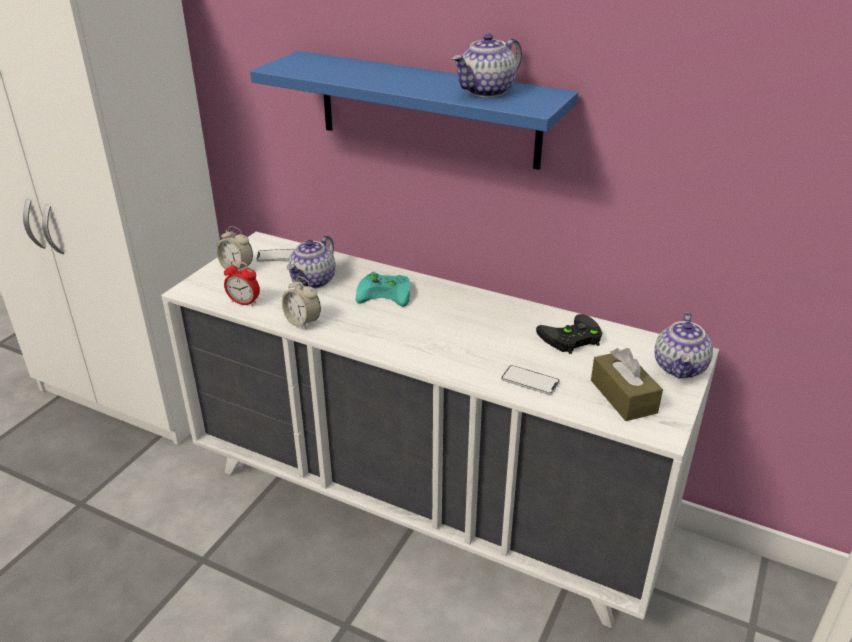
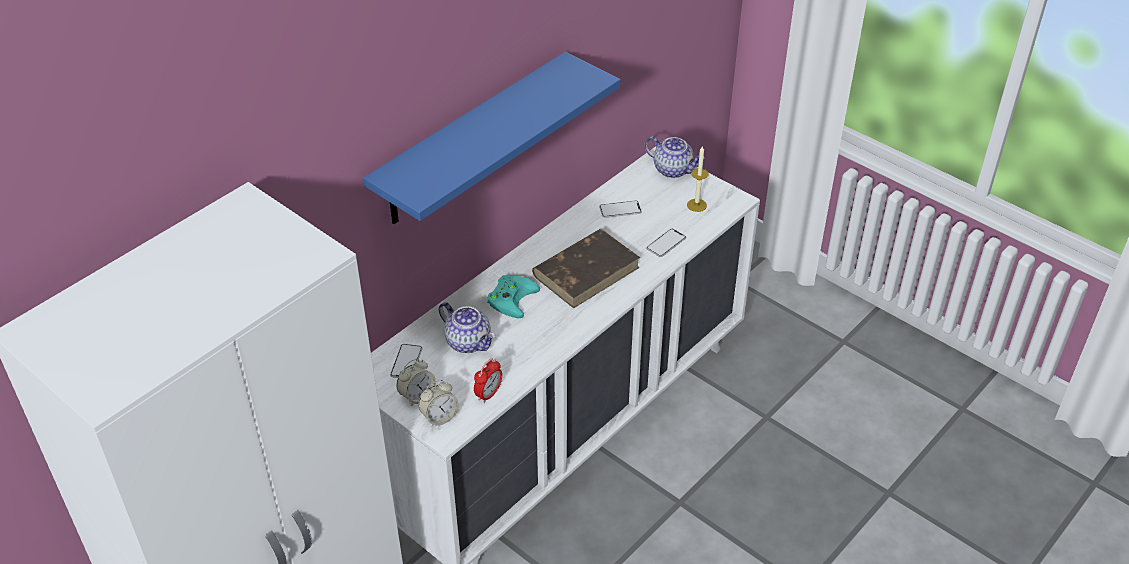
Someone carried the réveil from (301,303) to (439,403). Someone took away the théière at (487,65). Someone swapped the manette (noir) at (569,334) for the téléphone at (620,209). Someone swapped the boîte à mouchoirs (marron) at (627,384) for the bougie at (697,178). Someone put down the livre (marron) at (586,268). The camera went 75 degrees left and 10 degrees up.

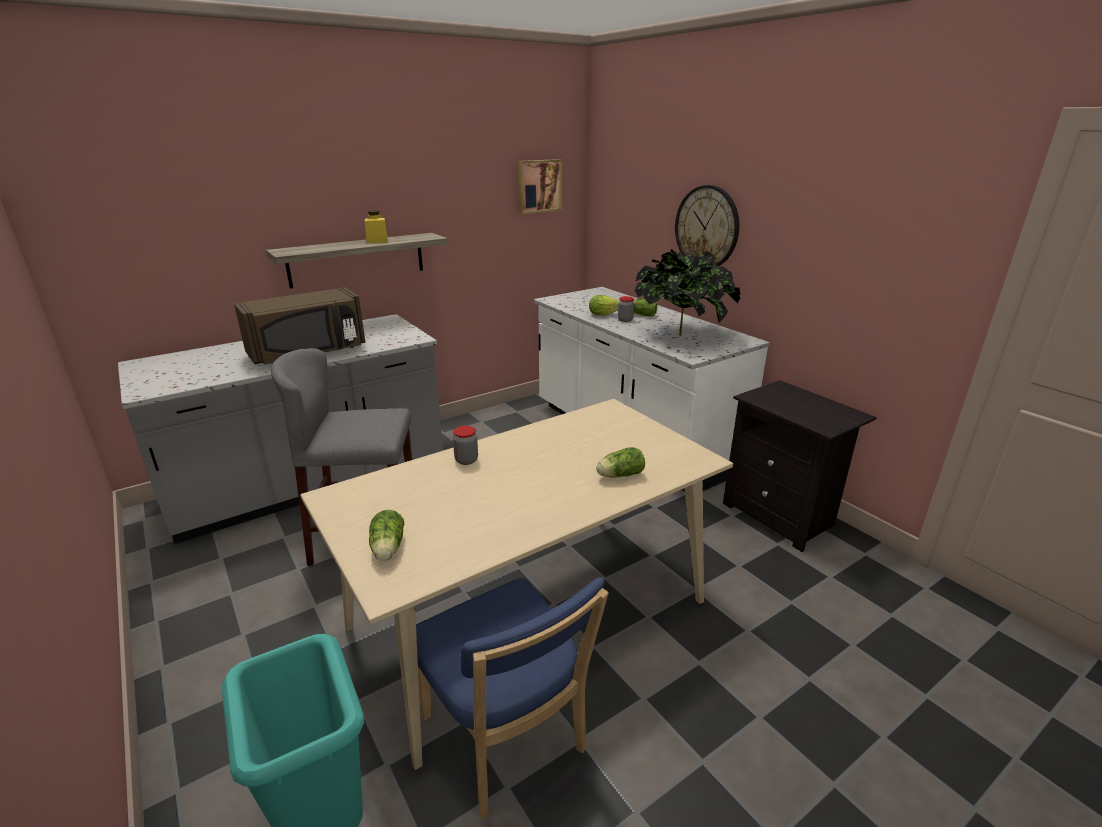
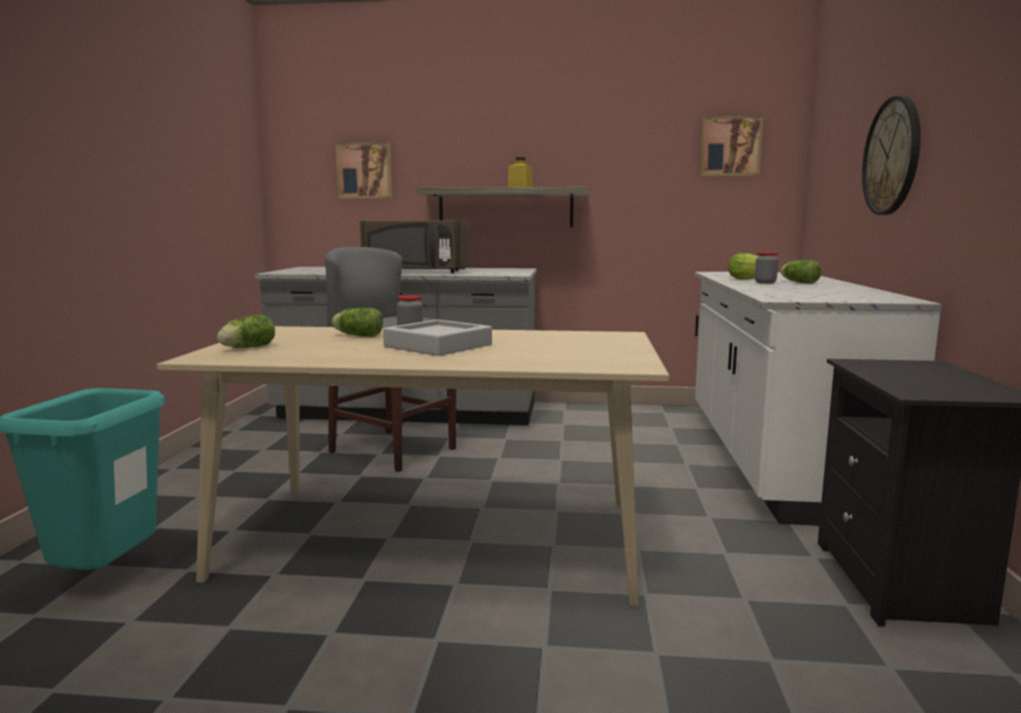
Someone took away the chaise (bleu) at (512,697). Someone carried the laitue from (620,462) to (357,322). Someone took away the plante en pot at (688,292). Someone put up the tableau at (363,170). Someone put down the plateau (gris) at (437,337). The camera went 40 degrees right and 15 degrees down.

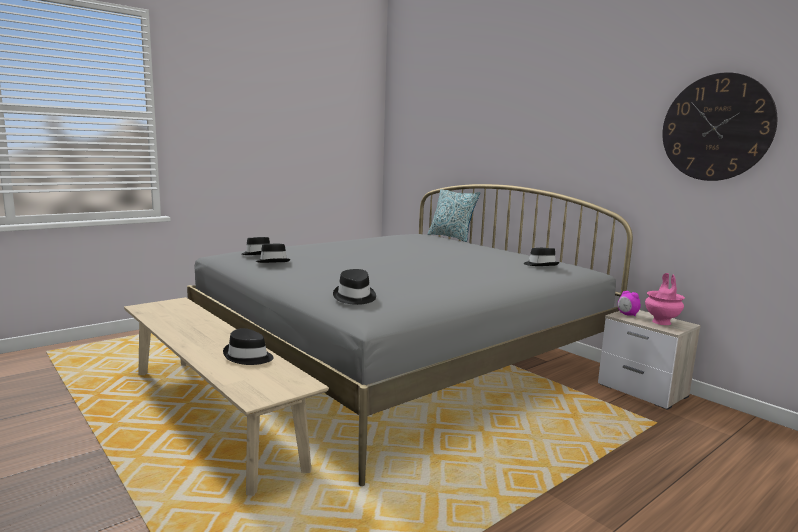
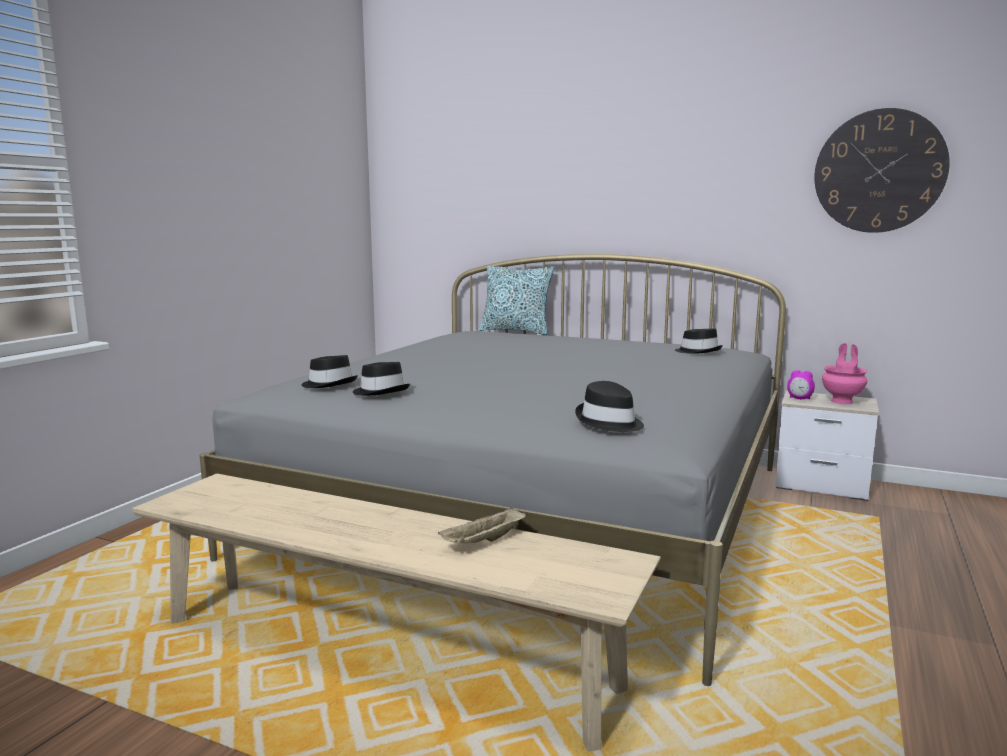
Someone swapped the chapeau (noir) at (248,346) for the plateau (beige) at (482,525). The camera went 25 degrees left and 0 degrees up.

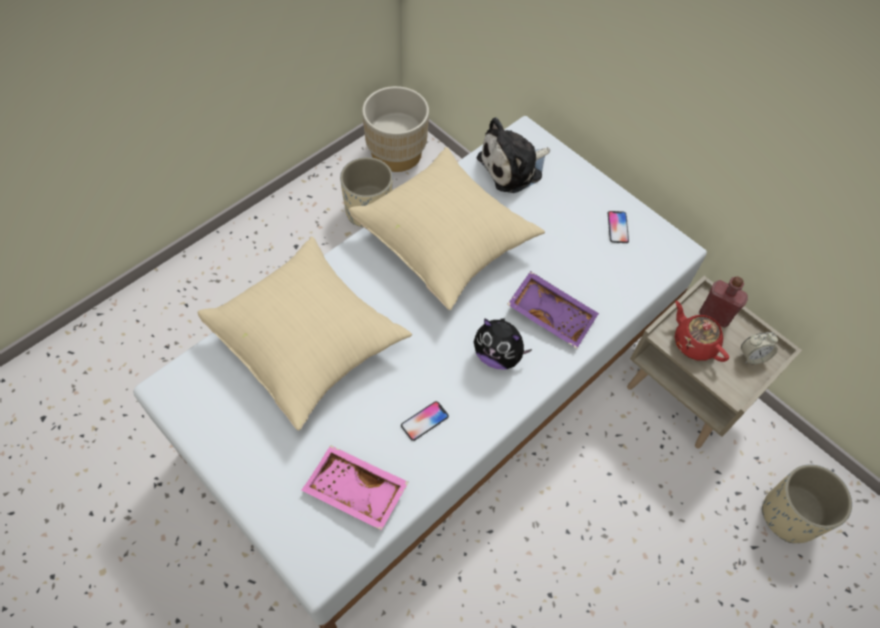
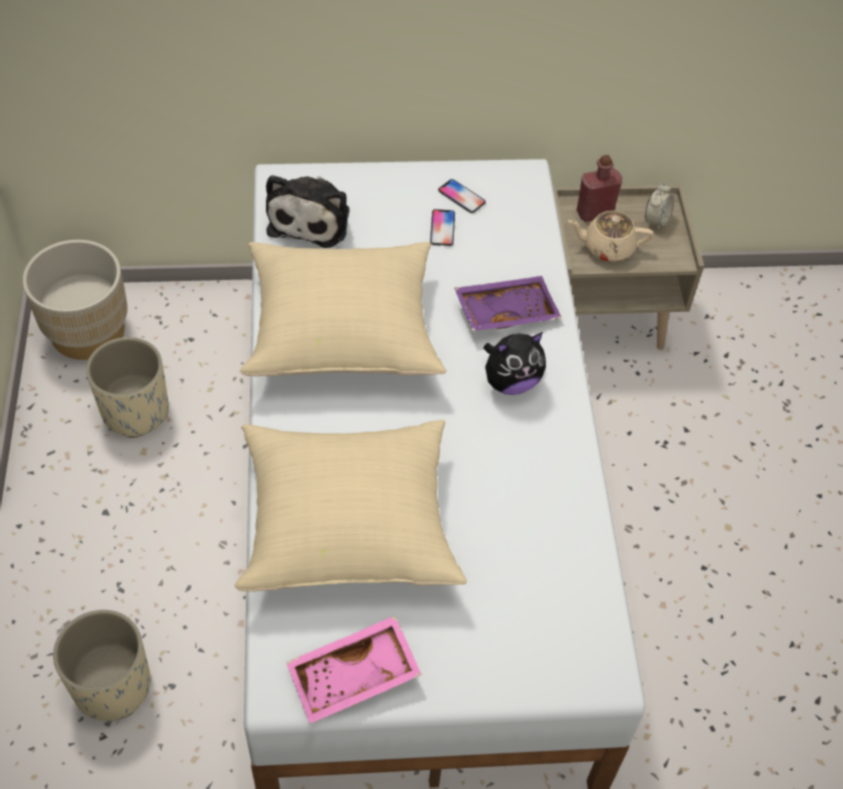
Someone carried the plateau (rose) from (355,488) to (354,669). Someone carried the téléphone from (425,421) to (442,227). Someone repainted the théière (rouge) at (702,331), which became the théière (beige) at (610,236). Someone carried the cache-pot (beige) from (807,503) to (102,665). The camera went 50 degrees left and 5 degrees down.

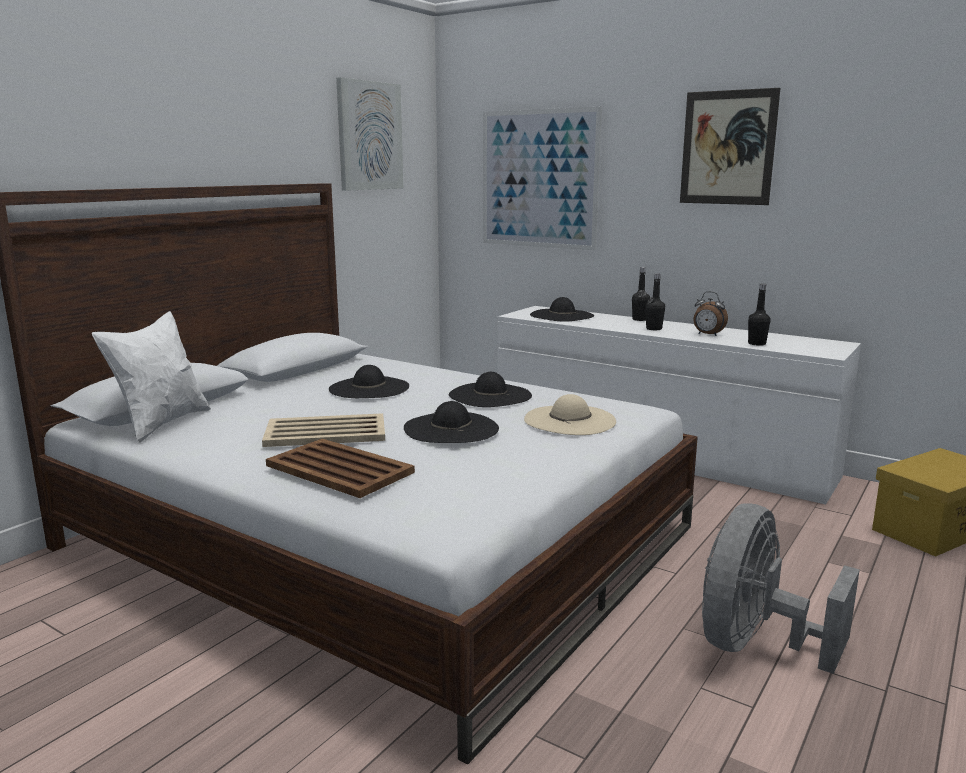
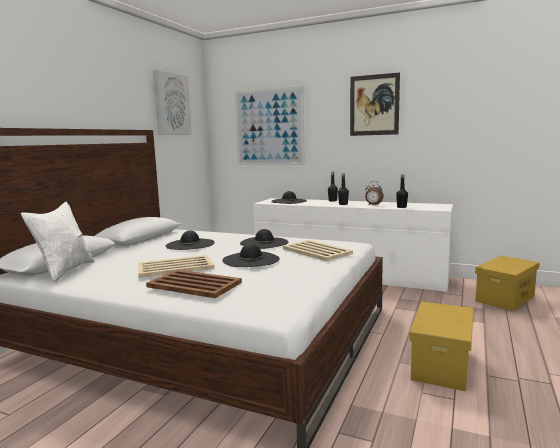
Someone swapped the chapeau (beige) at (570,414) for the plateau (beige) at (318,250). Someone swapped the ventilateur (gris) at (781,588) for the boîte de rangement (jaune) at (441,346). The camera went 10 degrees left and 5 degrees down.

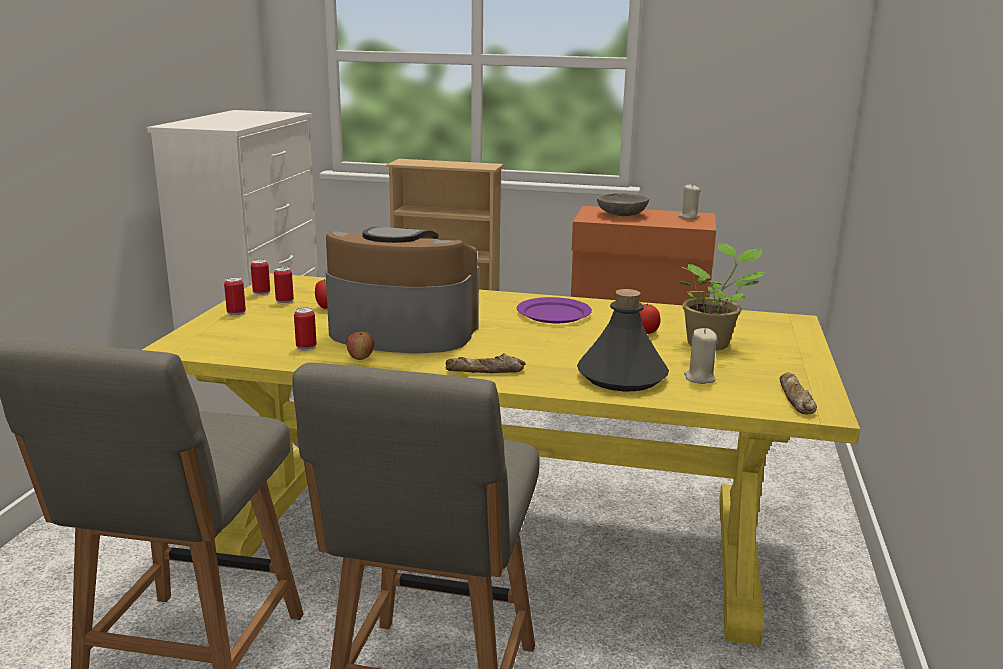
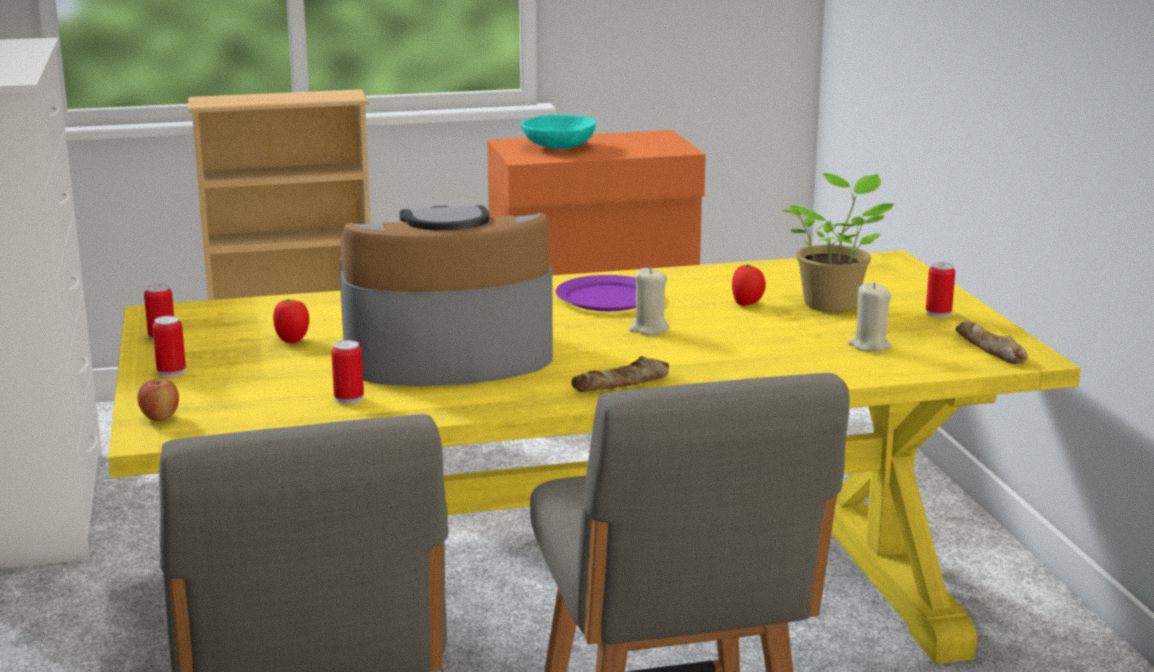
Someone carried the boîte métallique from (284,285) to (940,290). Someone carried the pomme from (360,345) to (158,400). Someone took away the bouteille (gris) at (623,340). Someone repainted the bol (gris) at (623,204), which became the bol (turquoise) at (558,131). Someone carried the bougie (beige) from (689,202) to (649,301). The camera went 25 degrees left and 0 degrees up.

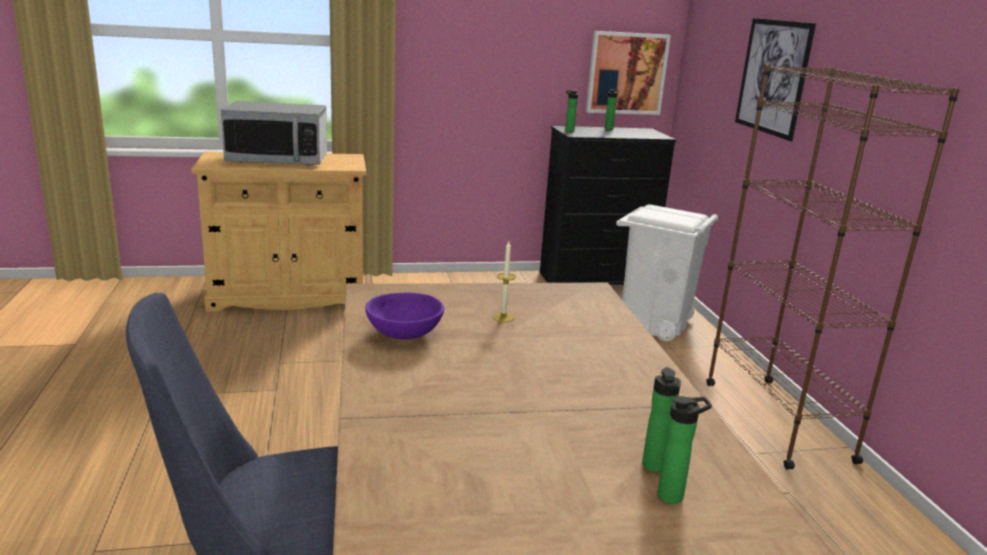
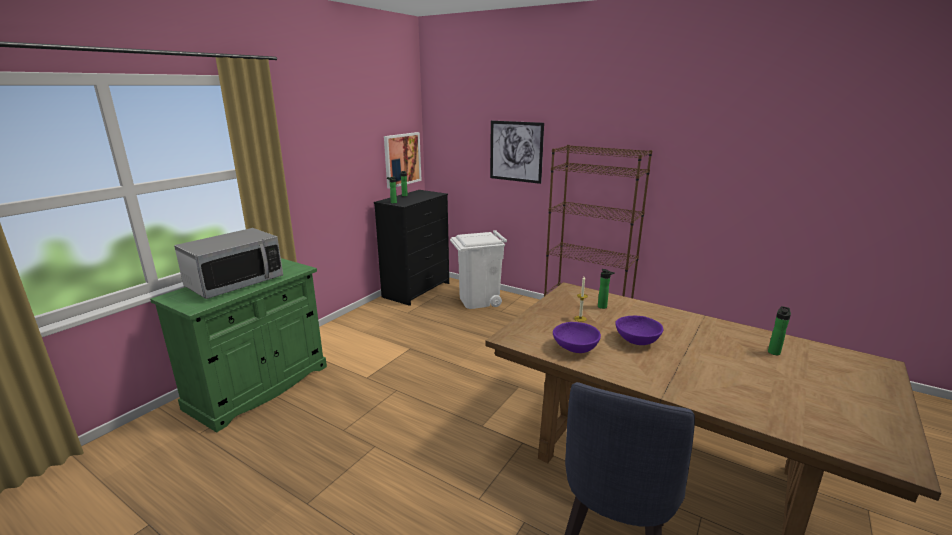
Someone repainted the meuble de rangement (beige) at (279,231), which became the meuble de rangement (vert) at (238,345). Someone carried the bouteille from (661,419) to (606,289). Someone put down the bol (violet) at (639,330). The camera went 45 degrees left and 0 degrees up.

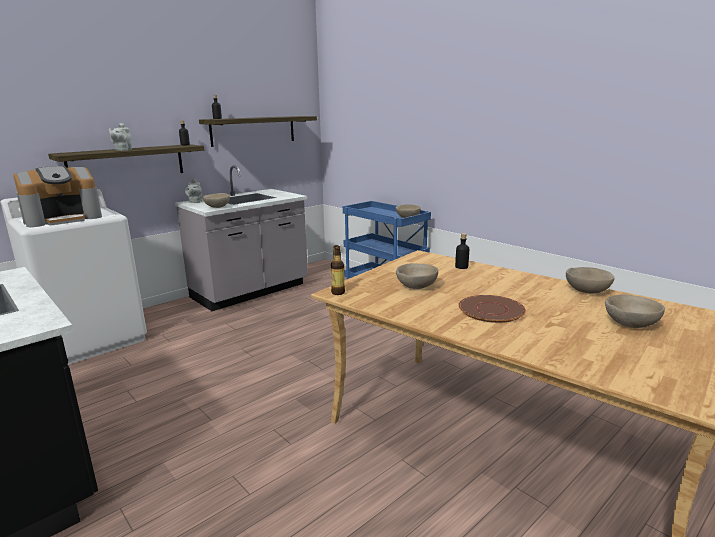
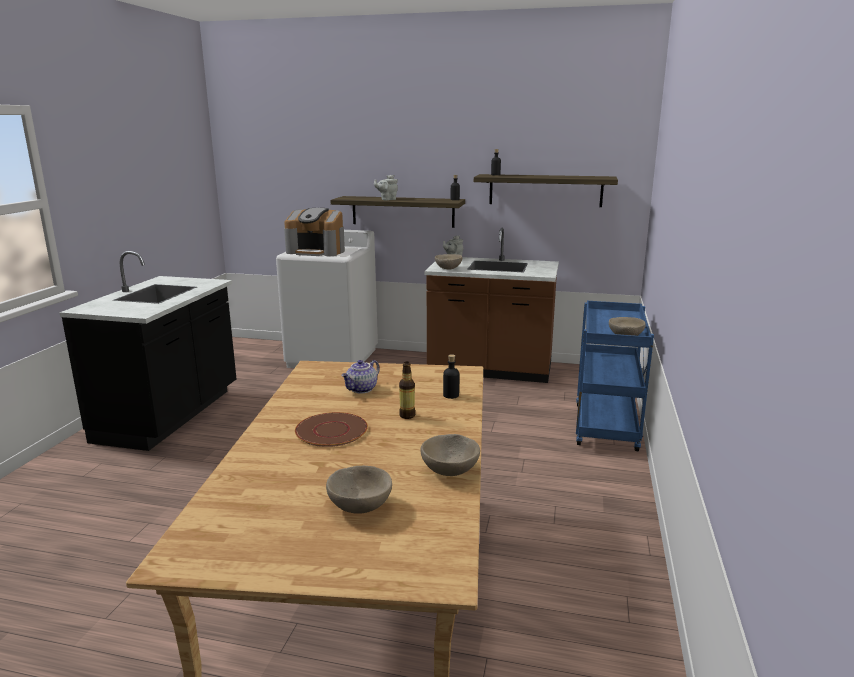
Someone repainted the comptoir de cuisine (gris) at (241,238), which became the comptoir de cuisine (marron) at (491,305). Someone carried the bouteille from (338,270) to (407,390). Someone swapped the bol (beige) at (417,276) for the théière at (360,376). The camera went 55 degrees right and 0 degrees up.

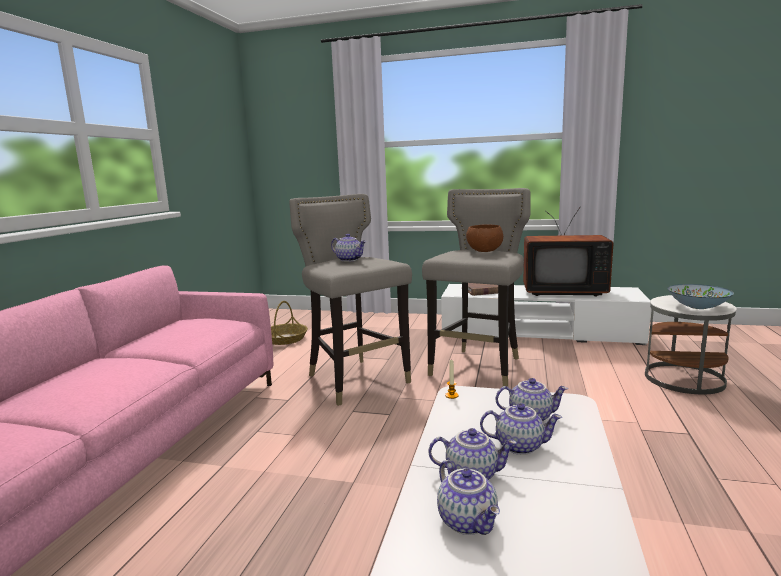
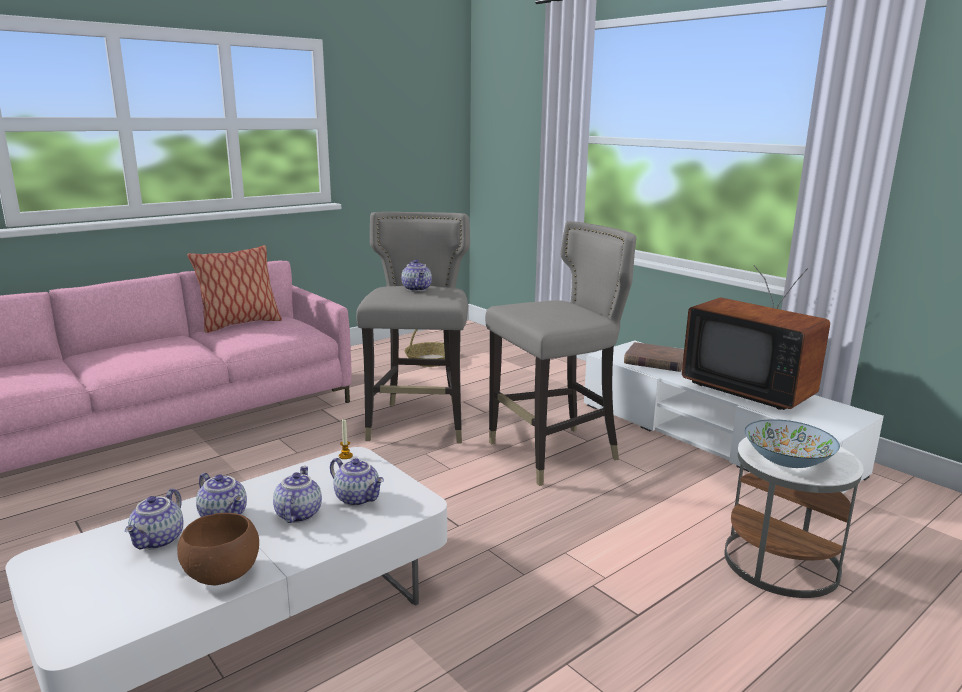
Someone carried the bol (marron) from (484,238) to (218,549). Someone rotated the théière at (521,429) by 135 degrees counterclockwise. Someone put down the coussin at (234,289). The camera went 35 degrees right and 5 degrees up.

